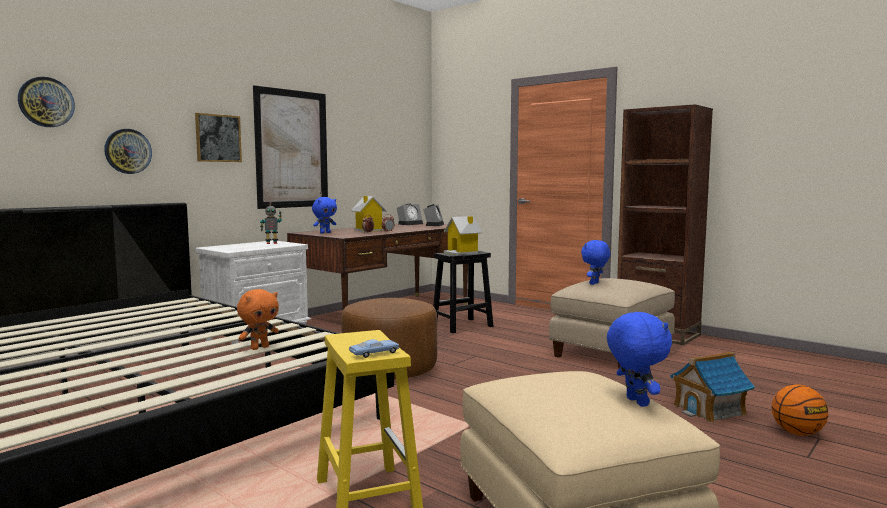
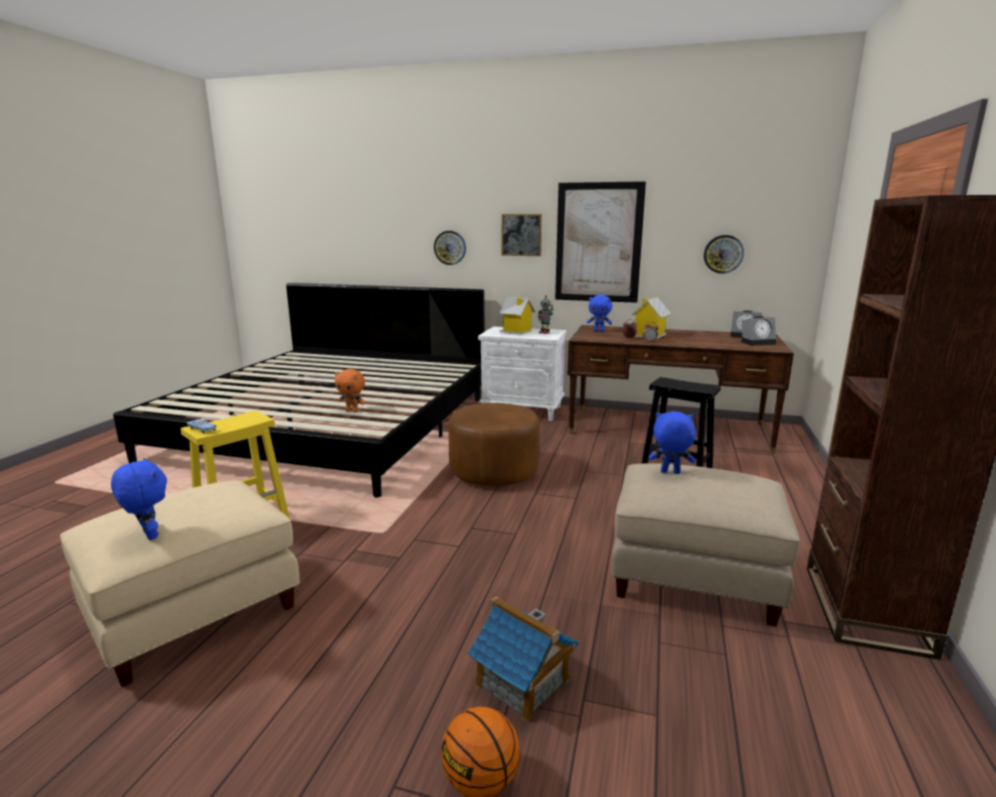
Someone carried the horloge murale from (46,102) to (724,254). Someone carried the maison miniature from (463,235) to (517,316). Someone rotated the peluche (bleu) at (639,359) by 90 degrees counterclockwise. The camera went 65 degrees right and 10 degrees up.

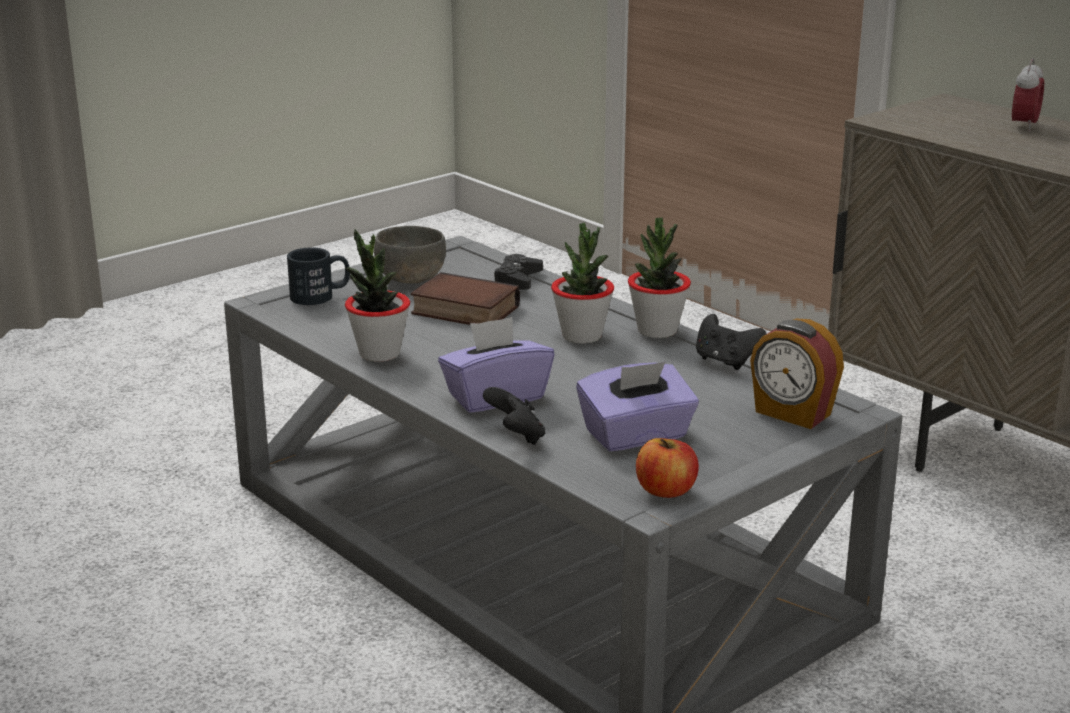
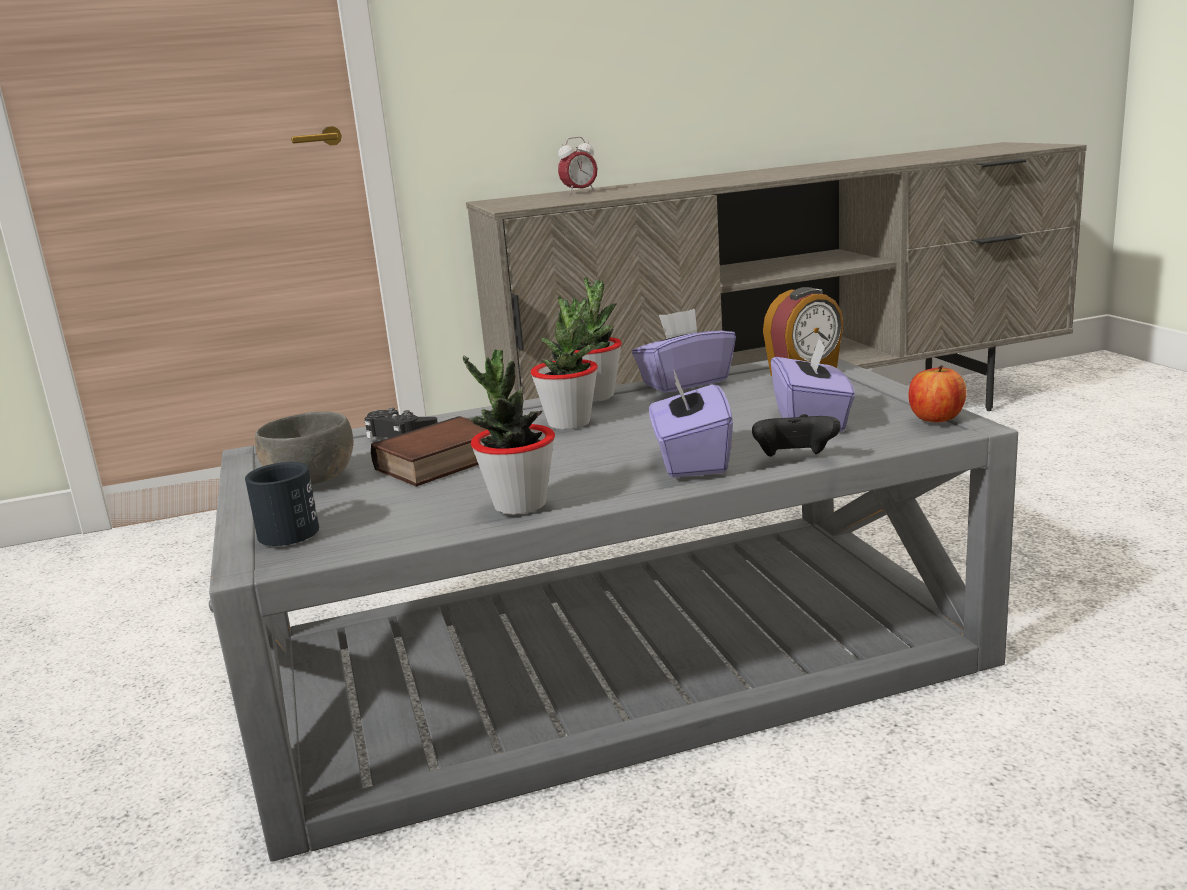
Someone swapped the manette (noir) at (731,342) for the boîte à mouchoirs (violet) at (684,351). Someone rotated the réveil at (1028,95) by 105 degrees clockwise. The camera went 65 degrees left and 5 degrees down.

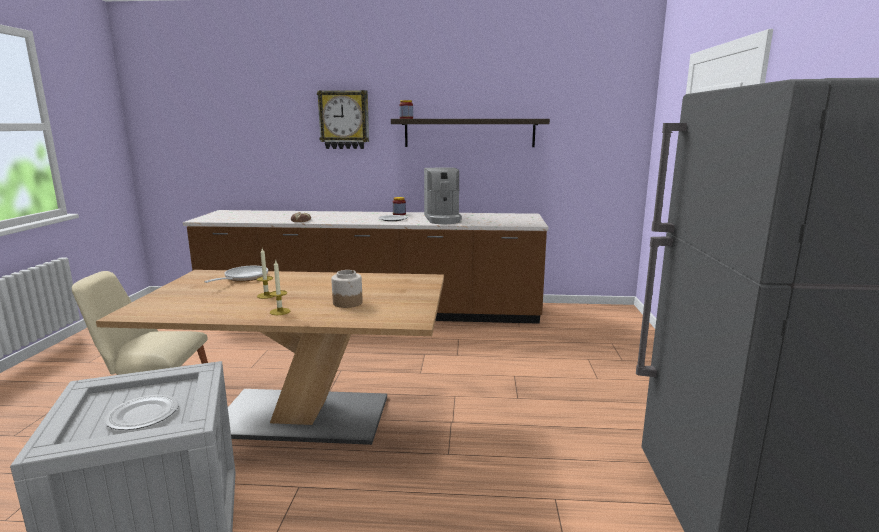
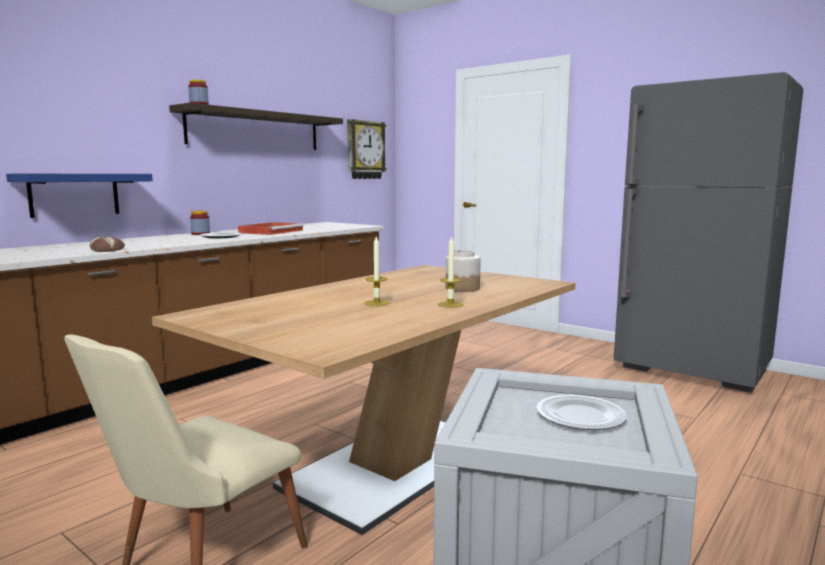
Someone took away the poêle at (236,274). Someone carried the horloge murale from (343,119) to (367,149). Someone swapped the machine à café at (443,195) for the plateau (rouge) at (271,228). Someone put up the étagère (bleu) at (79,196). The camera went 55 degrees left and 5 degrees down.

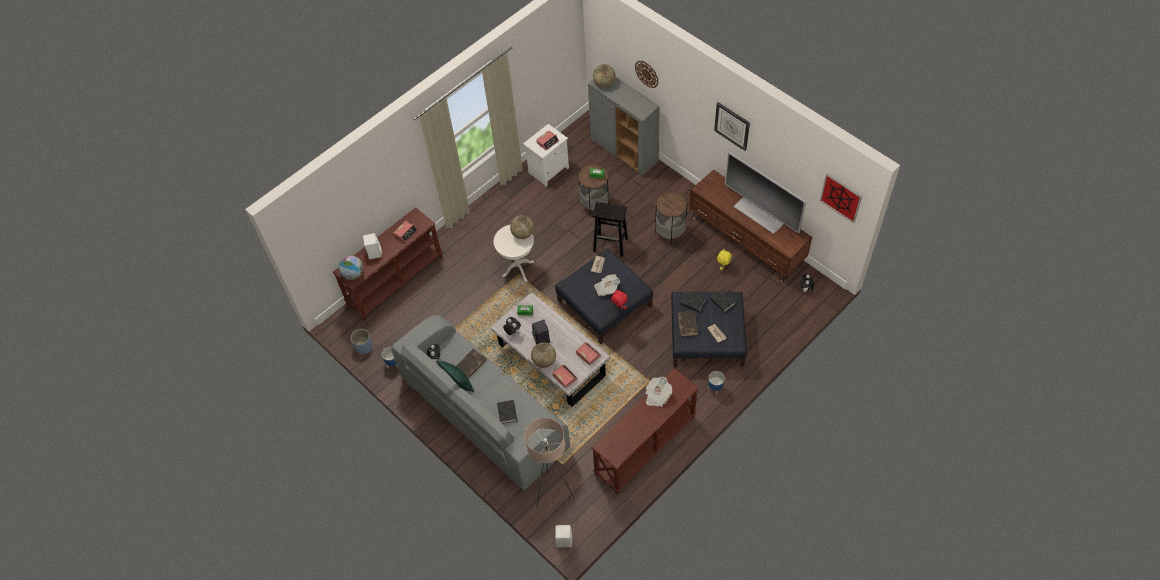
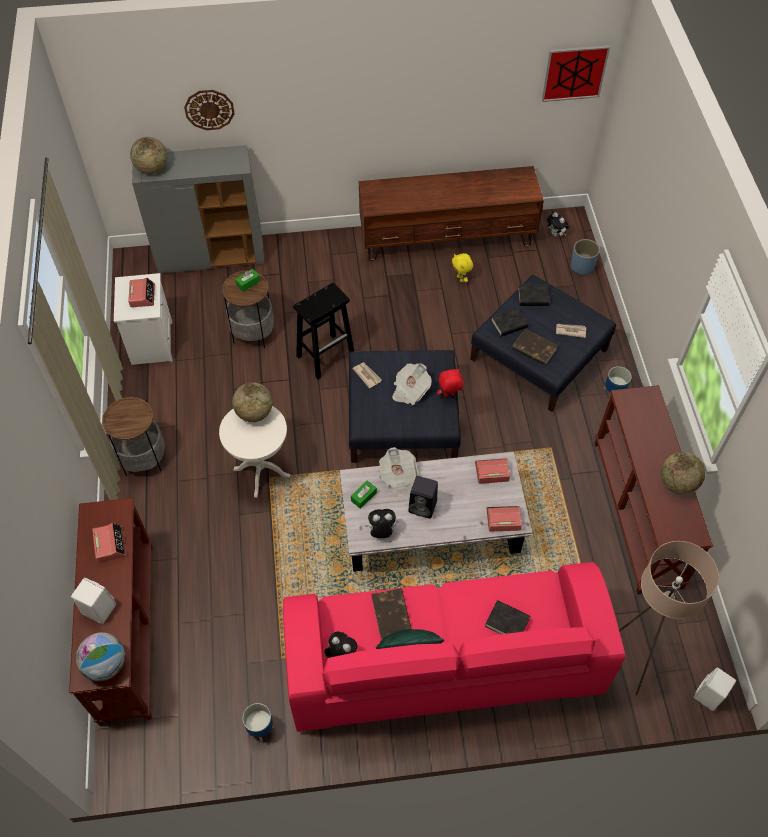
Someone carried the cache-pot (bleu) from (362,341) to (585,257). Someone repainted the canapé (gris) at (480,403), which became the canapé (rose) at (454,647). Someone carried the globe from (543,355) to (683,473). Someone carried the journal from (658,392) to (398,472). Someone carried the table d'appoint from (671,218) to (133,436). Someone took away the horloge murale at (732,126). Someone took away the téléviseur at (765,193). The camera went 55 degrees left and 0 degrees up.

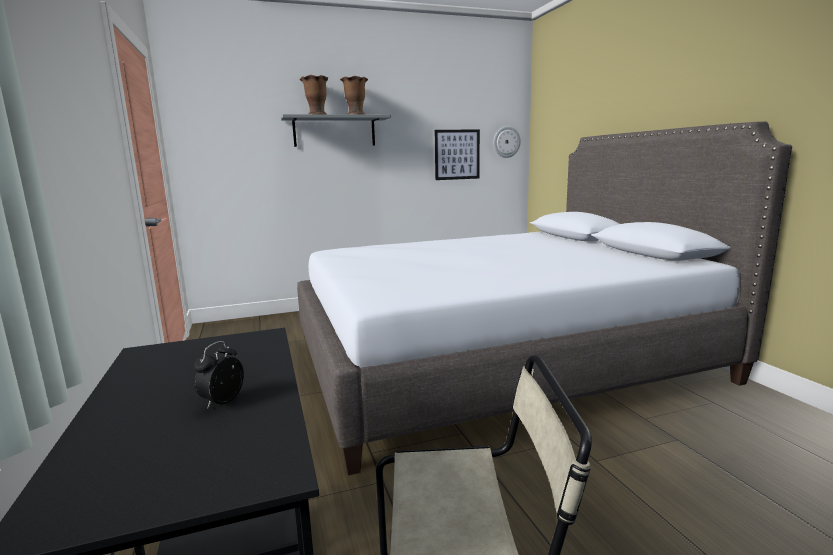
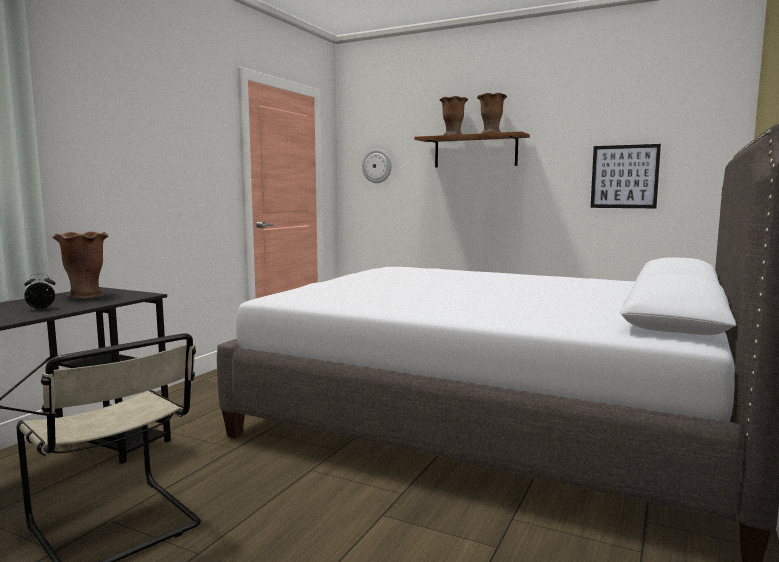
Someone repainted the étagère (gris) at (336,130), which became the étagère (marron) at (472,149). Someone carried the horloge murale from (507,142) to (377,166). Someone put down the vase (marron) at (80,265). The camera went 45 degrees right and 5 degrees down.

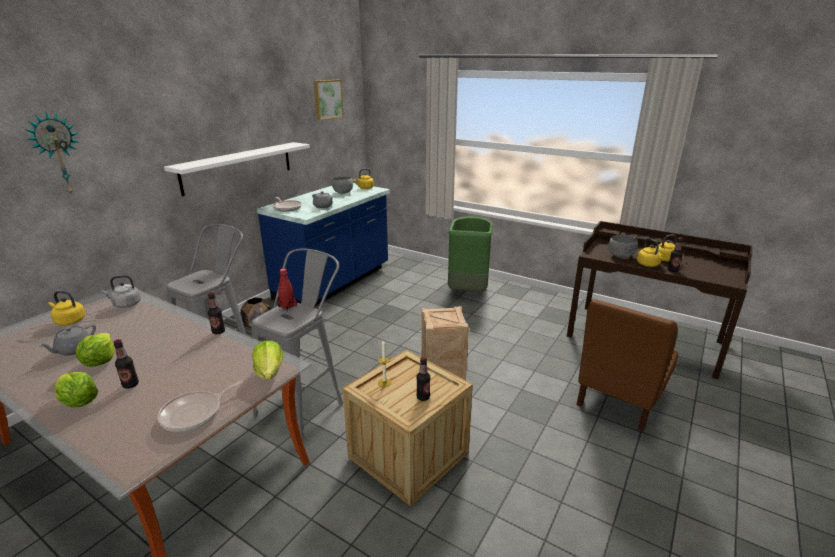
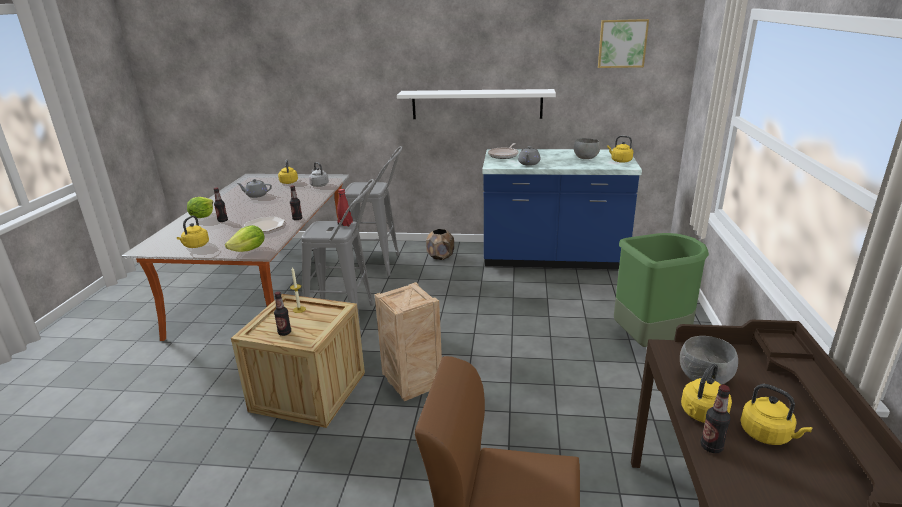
Someone took away the horloge murale at (51,153). Someone took away the laitue at (95,350). Someone swapped the poêle at (200,406) for the bouilloire (jaune) at (193,231). Someone put down the assiette at (264,224). The camera went 65 degrees right and 0 degrees up.

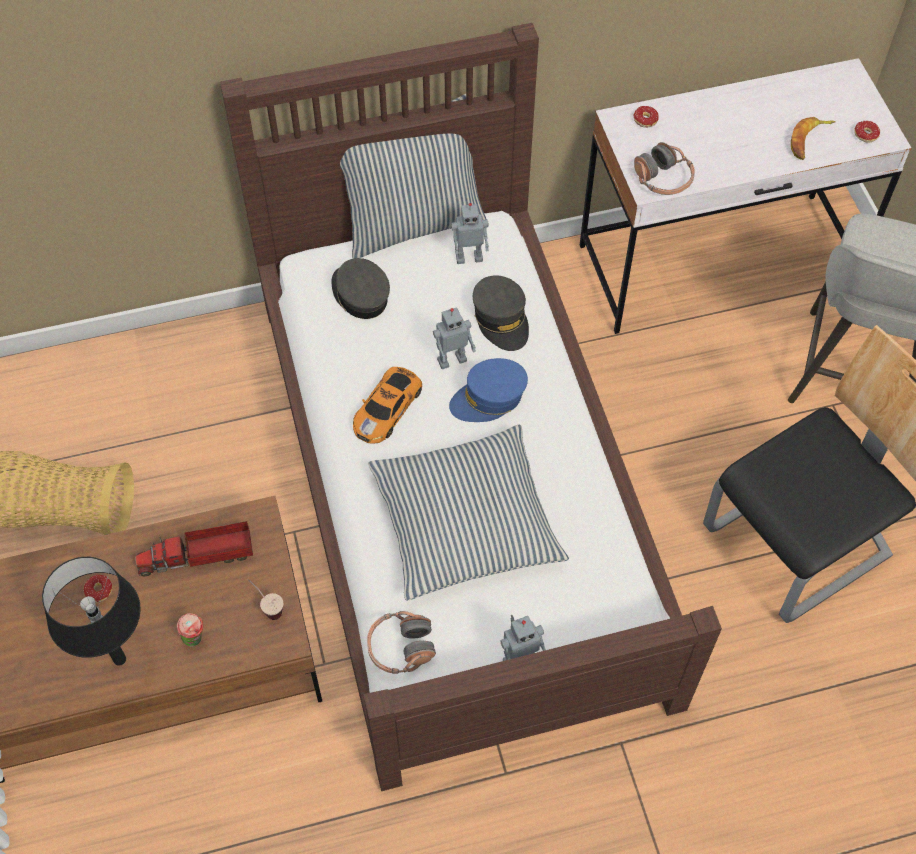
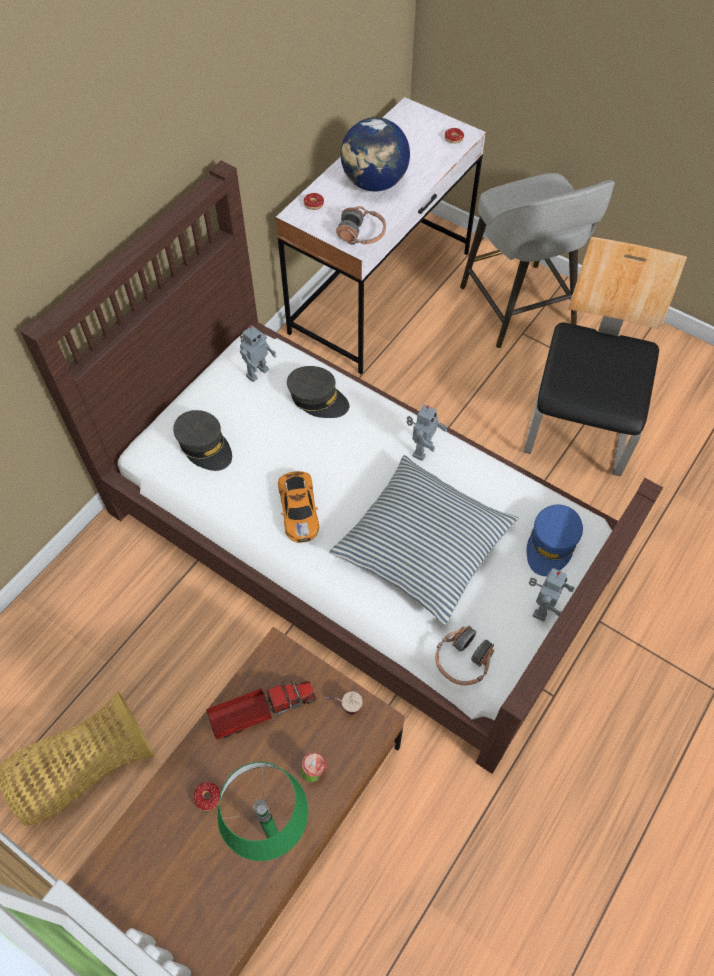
Someone repainted the lampe de table (noir) at (91,611), which became the lampe de table (vert) at (262,811). Someone rotated the camion jouet at (194,548) by 150 degrees counterclockwise. Someone rotated the casquette (gris) at (361,288) by 150 degrees counterclockwise. Someone took away the coussin at (413,176). Someone carried the robot jouet from (454,338) to (426,433). Someone carried the casquette (bleu) from (488,390) to (555,540). Someone took away the banane at (813,138). Someone put down the globe at (375,154). The camera went 40 degrees left and 0 degrees up.

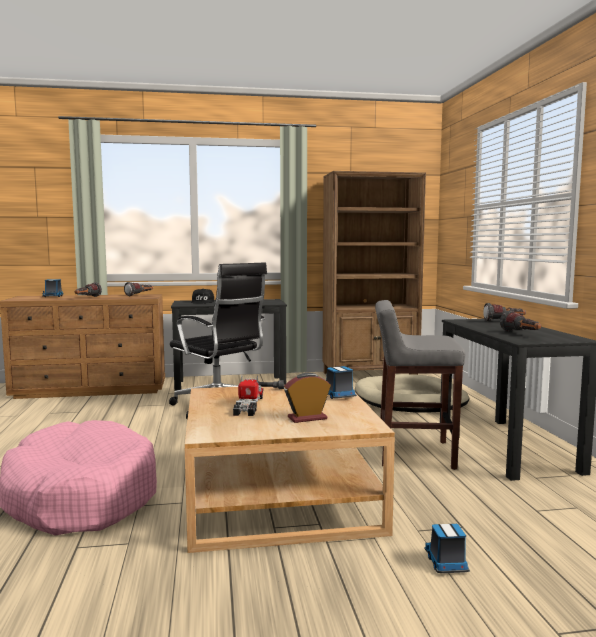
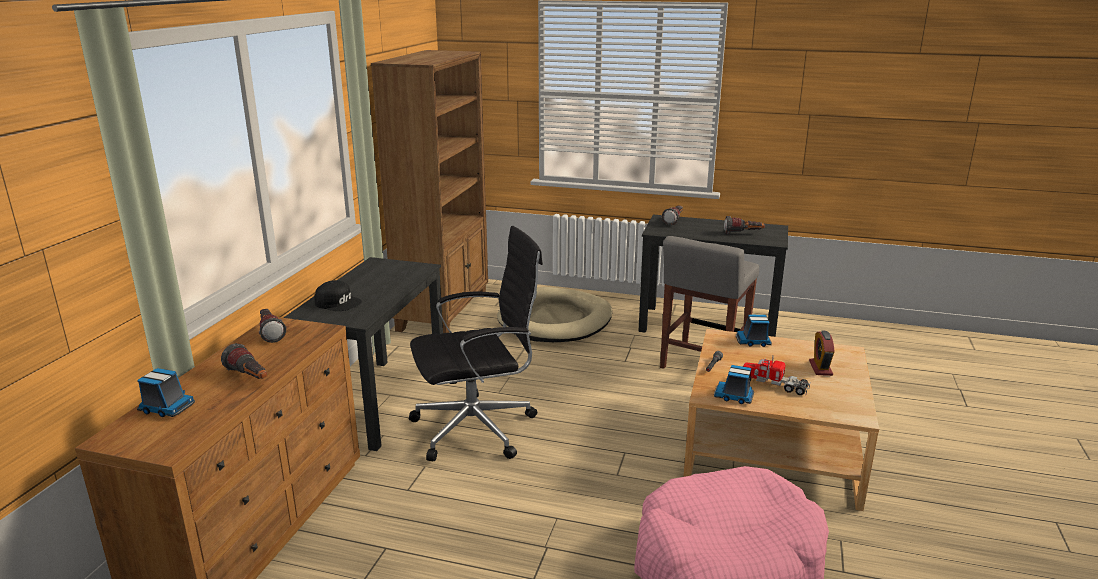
Someone carried the camion jouet from (447,548) to (734,384). The camera went 65 degrees left and 15 degrees up.

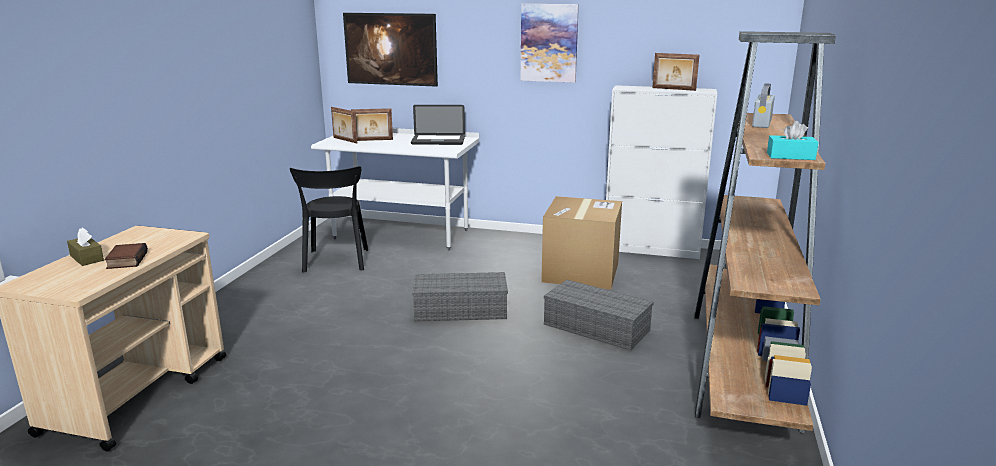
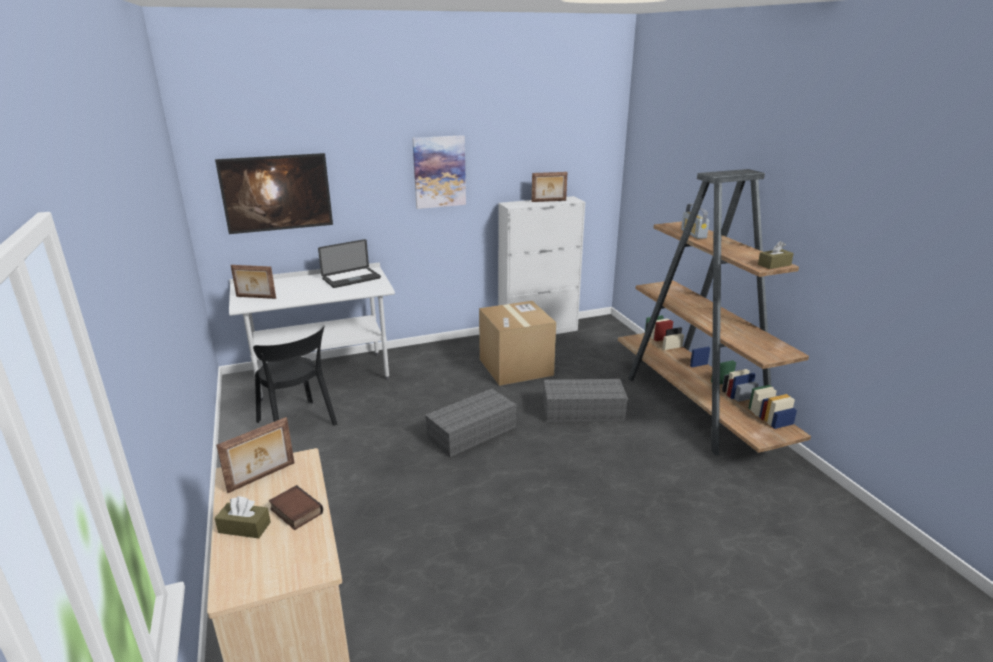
Someone carried the cadre photo from (372,124) to (255,455). Someone repainted the boîte à mouchoirs (turquoise) at (792,140), which became the boîte à mouchoirs (marron) at (776,255). The camera went 35 degrees left and 5 degrees up.

